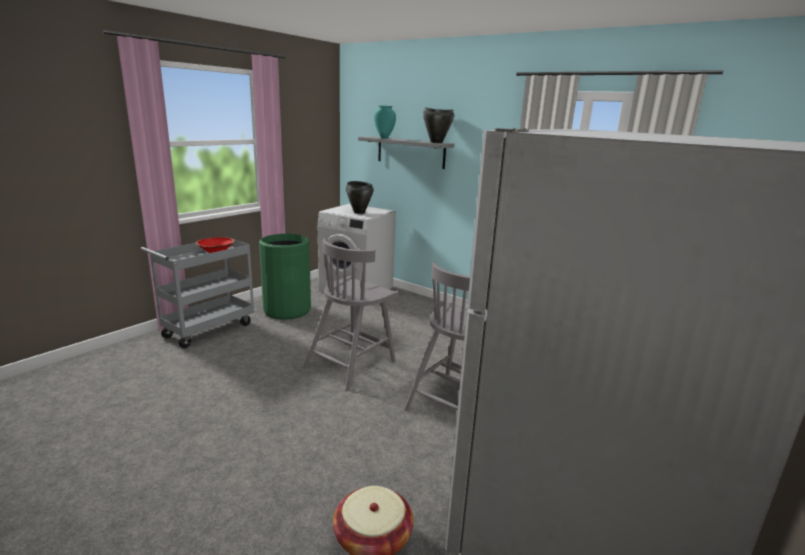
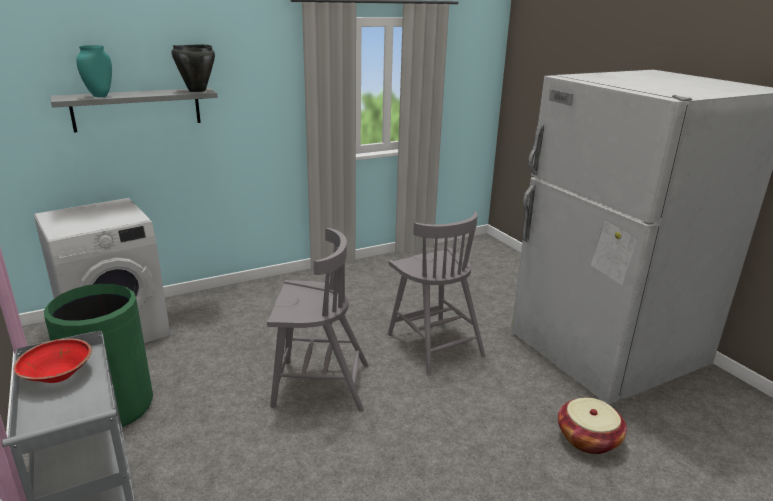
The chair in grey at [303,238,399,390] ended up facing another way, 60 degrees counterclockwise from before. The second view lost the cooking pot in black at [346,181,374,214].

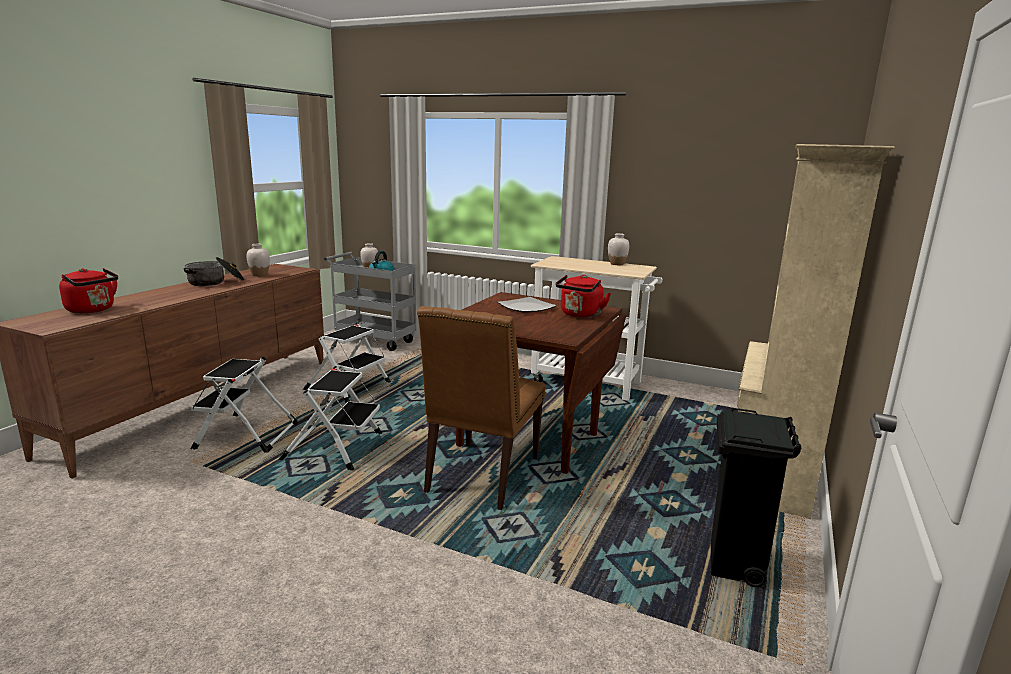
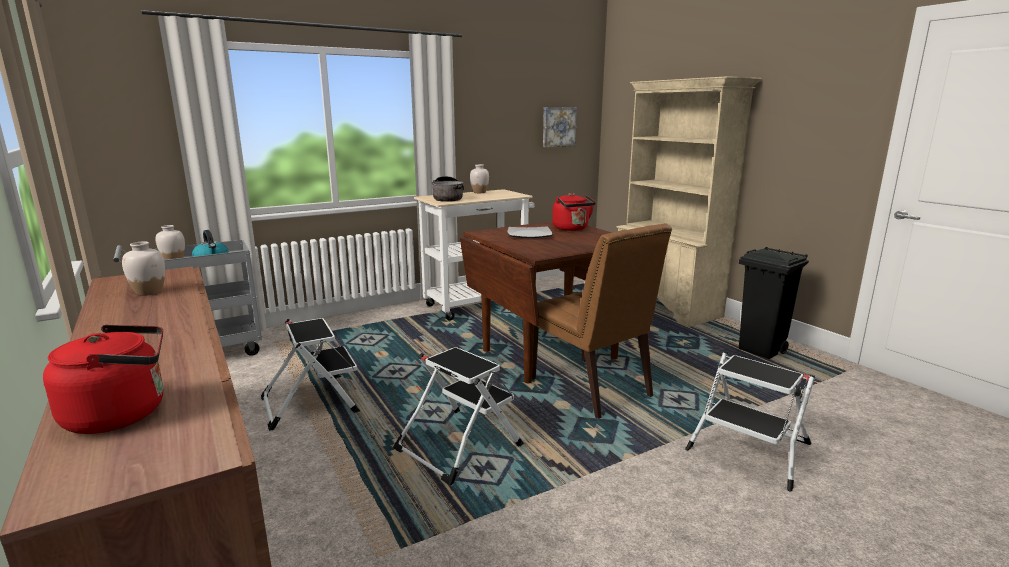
The cooking pot ended up elsewhere, having gone from [184,257,244,286] to [432,176,464,202]. The step ladder ended up elsewhere, having gone from [190,357,299,453] to [685,351,815,492]. The second view gained the picture at [543,107,577,147].

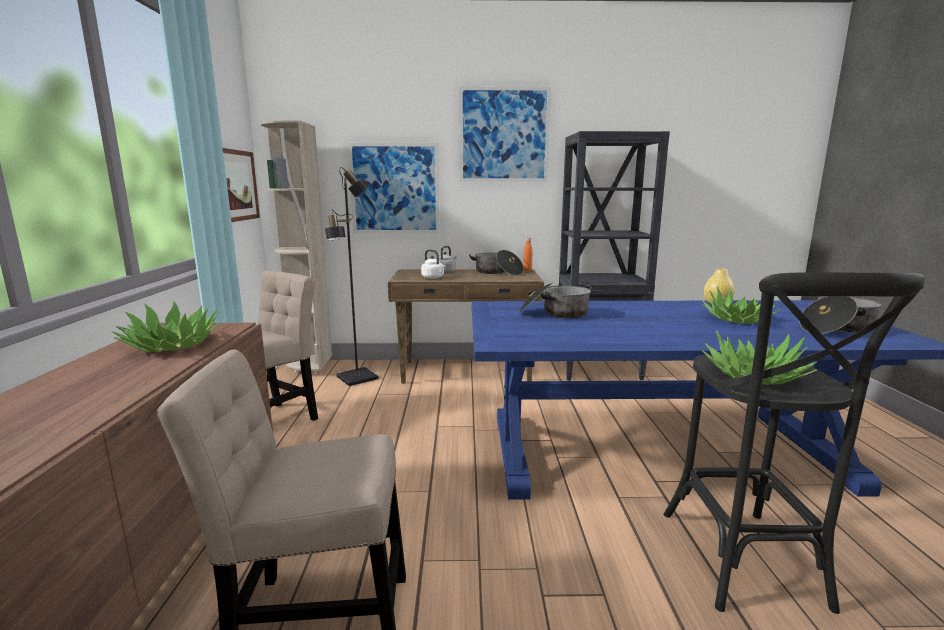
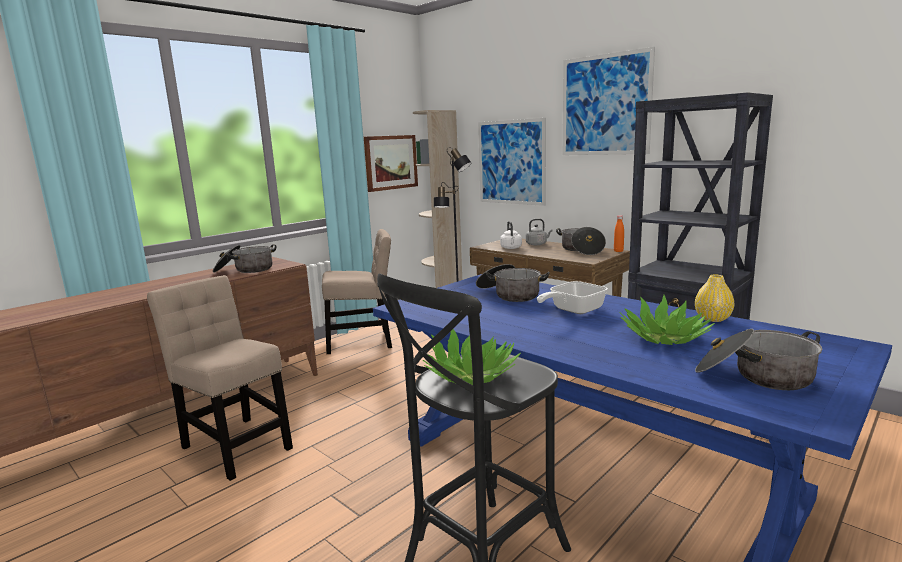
Where the potted plant stood at [112,302,222,352], the cooking pot came to stand at [213,244,276,273]. The second view gained the frying pan at [537,281,608,314].

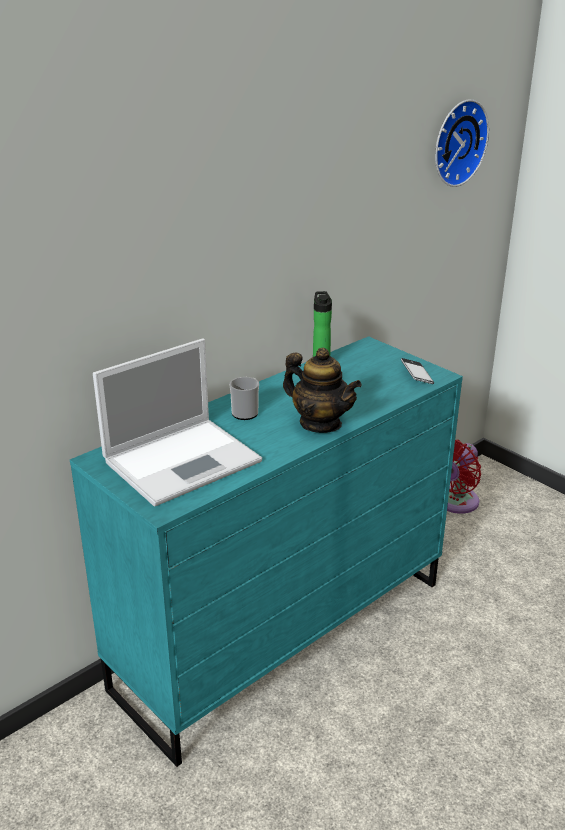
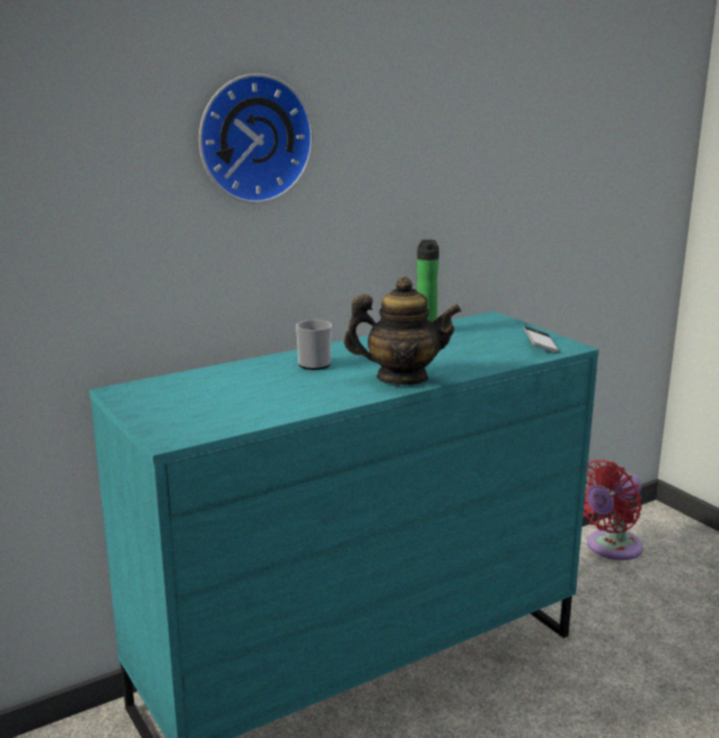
The second view lost the laptop at [93,338,262,507]. The teapot at [283,348,362,433] ended up facing another way, 45 degrees counterclockwise from before. The wall clock ended up elsewhere, having gone from [435,99,489,187] to [199,73,313,204].

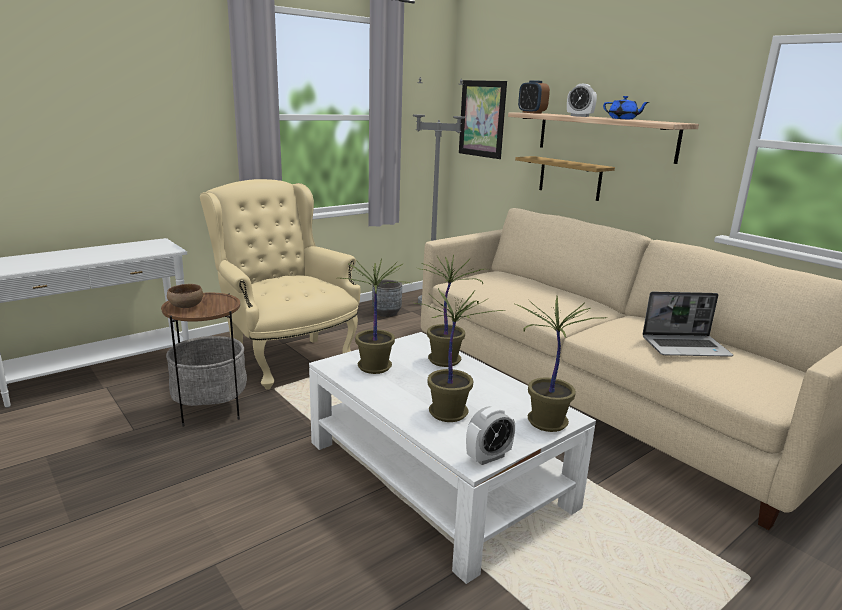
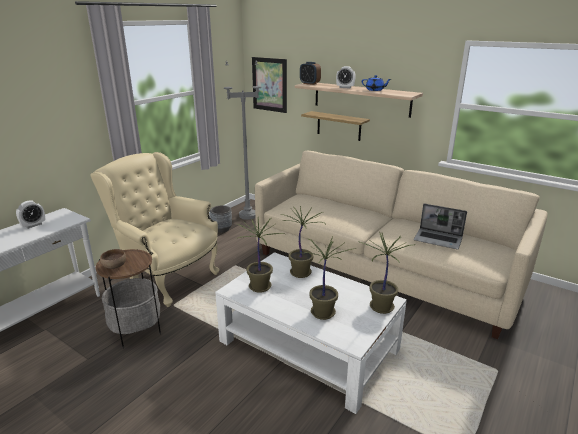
The alarm clock ended up elsewhere, having gone from [466,406,515,465] to [16,200,45,229]. The laptop at [642,292,733,356] ended up facing another way, 45 degrees clockwise from before.

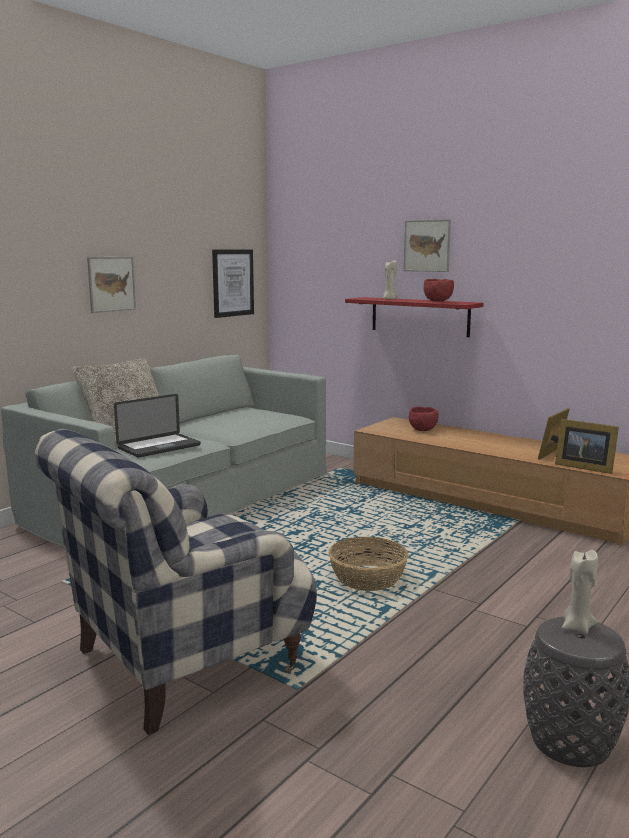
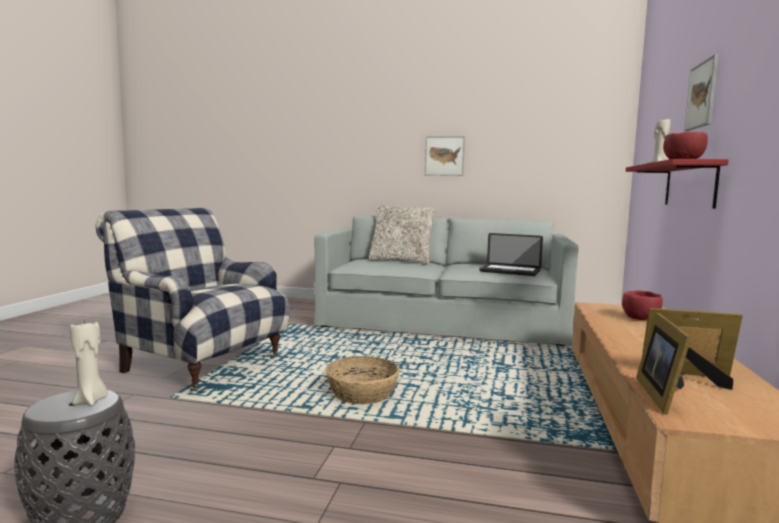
The laptop ended up elsewhere, having gone from [114,394,201,458] to [480,233,543,276]. The second view lost the picture at [212,250,254,318].

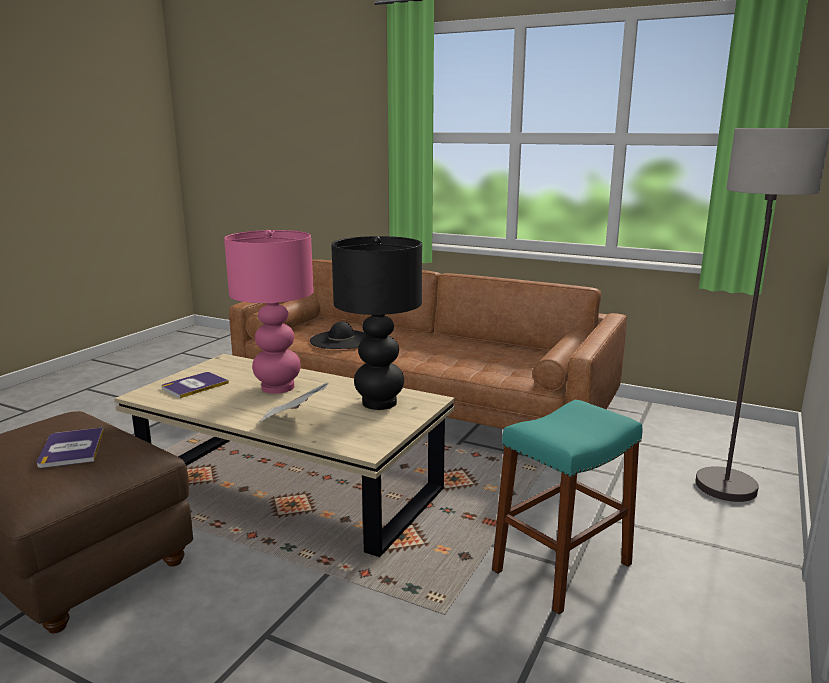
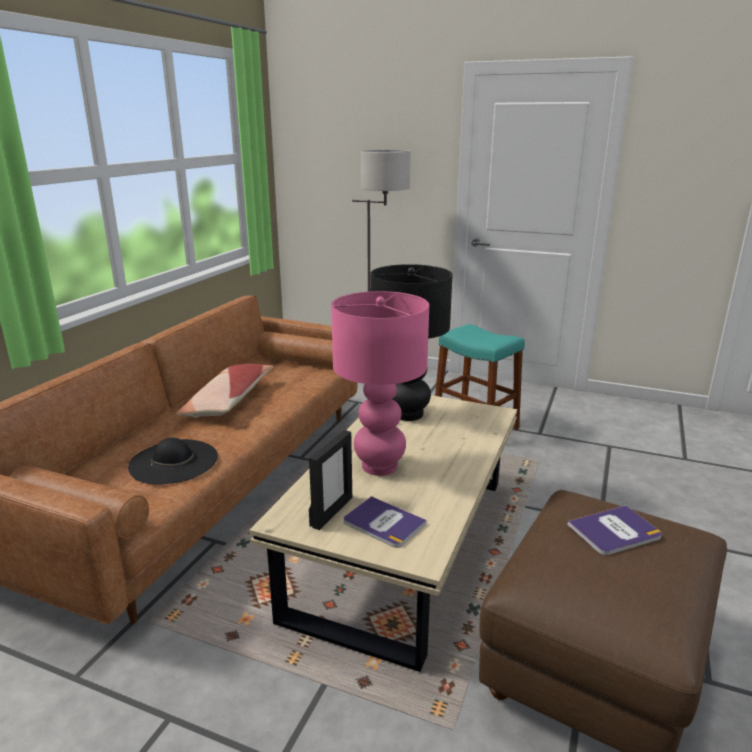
The second view lost the newspaper at [257,383,328,423]. The second view gained the pillow at [175,364,273,417]. The second view gained the picture frame at [309,430,352,530].

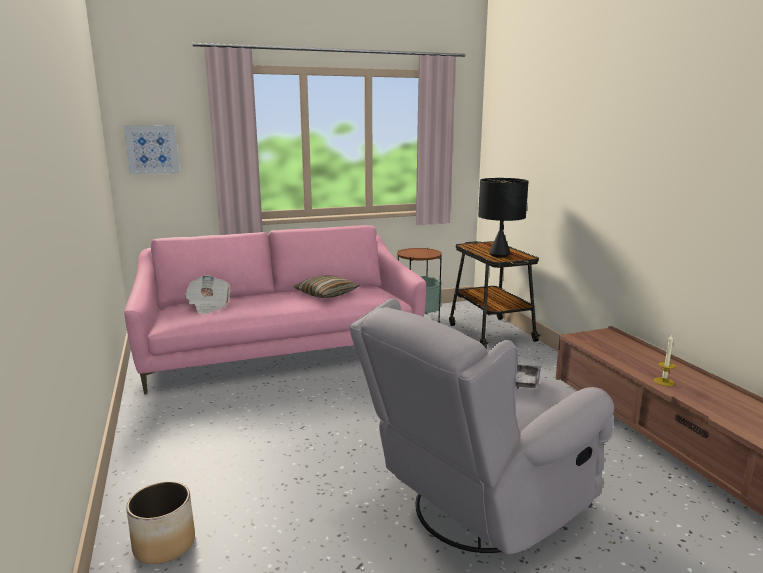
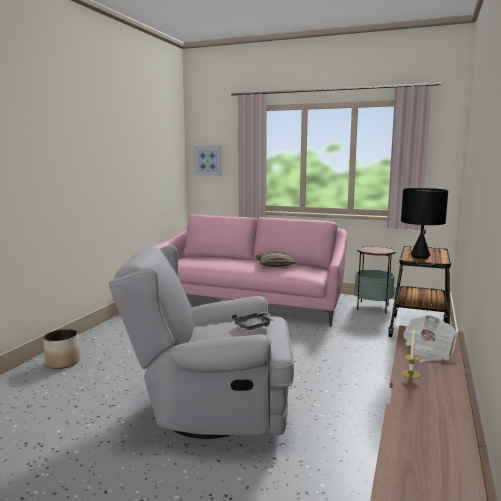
The newspaper ended up elsewhere, having gone from [185,275,231,314] to [403,315,458,362].

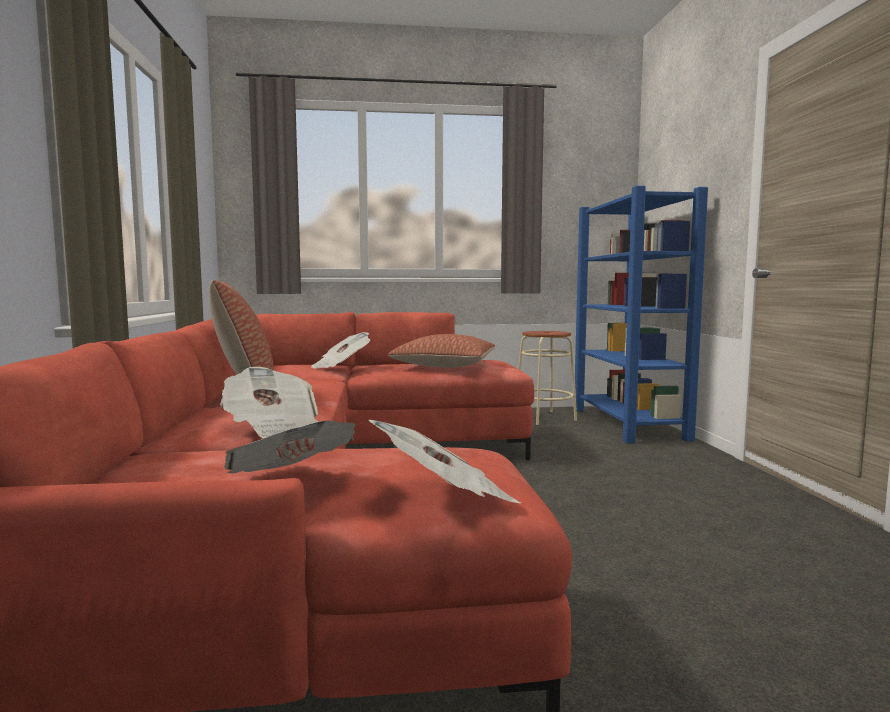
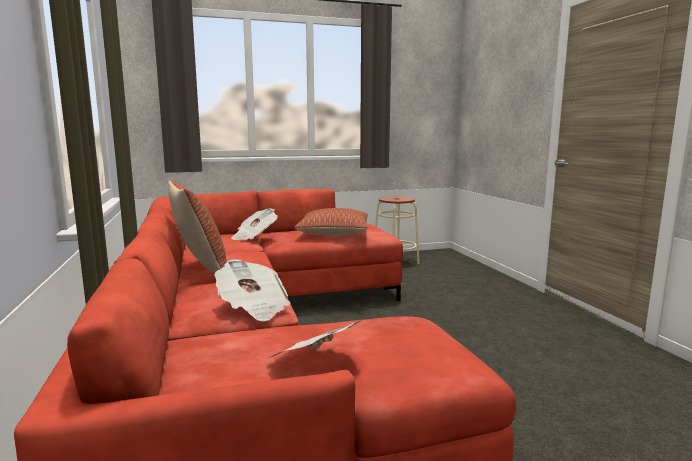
The second view lost the newspaper at [369,420,522,503]. The second view lost the bookcase in blue at [575,186,708,443].

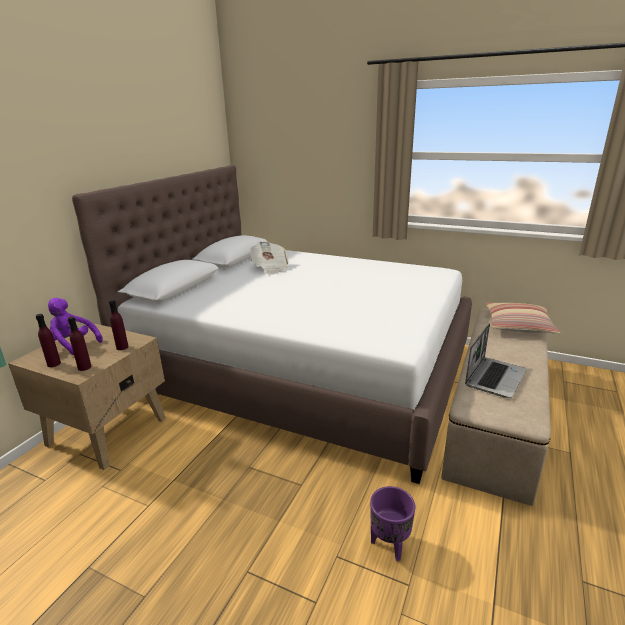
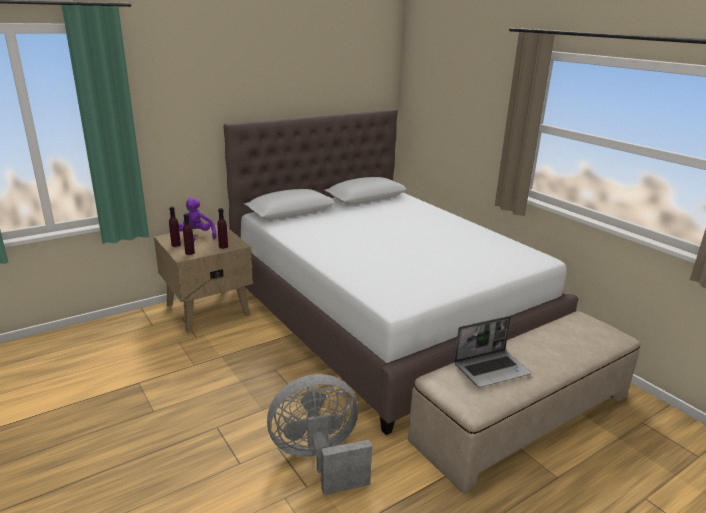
The second view lost the newspaper at [250,241,289,275]. Where the planter in purple stood at [370,486,415,561], the fan in grey came to stand at [267,374,372,495]. The second view lost the pillow at [485,302,561,334].

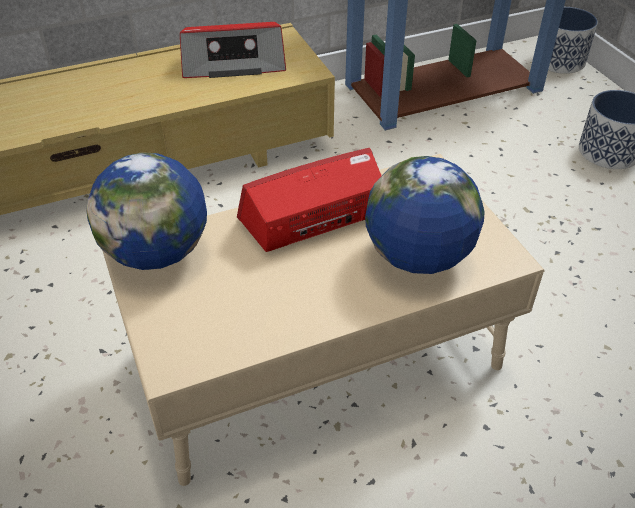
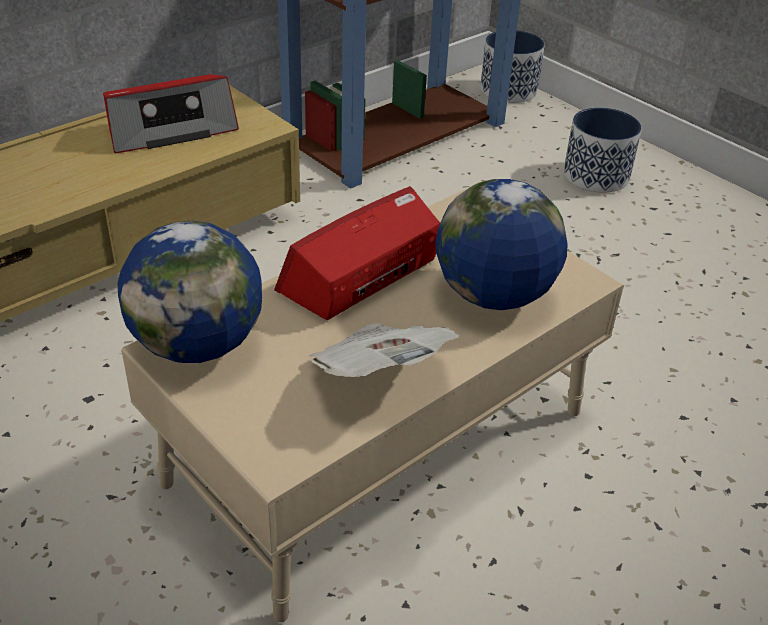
The second view gained the newspaper at [309,323,460,377].

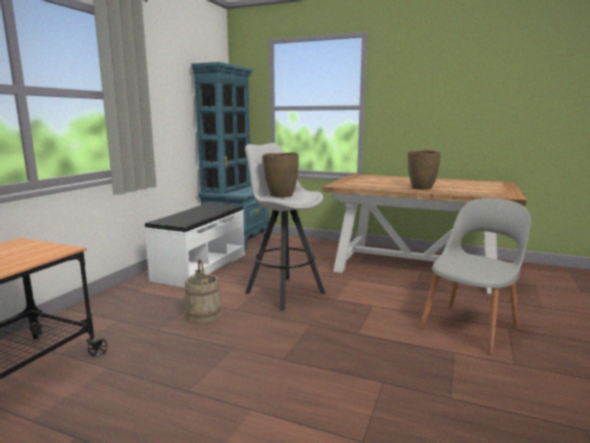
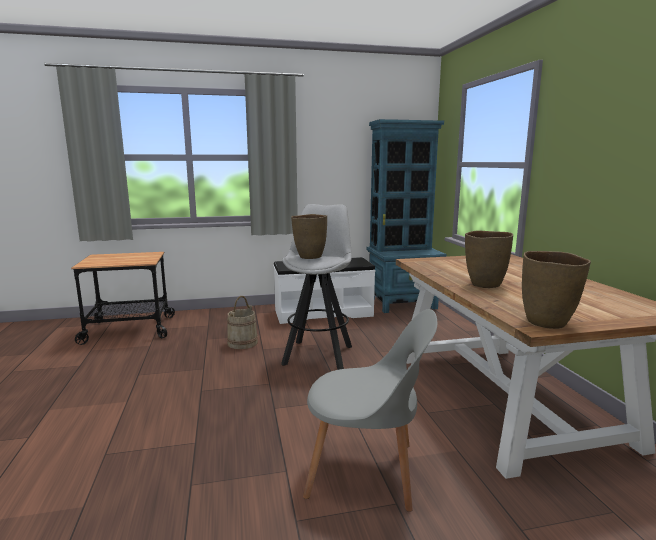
The second view gained the vase in brown at [522,251,591,329].

